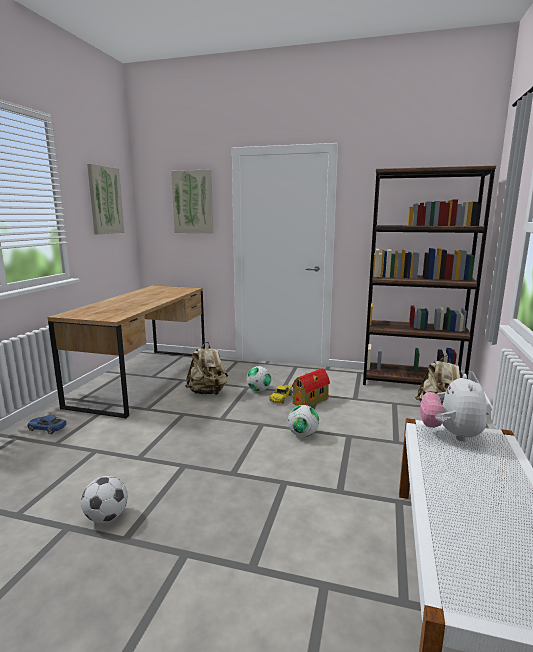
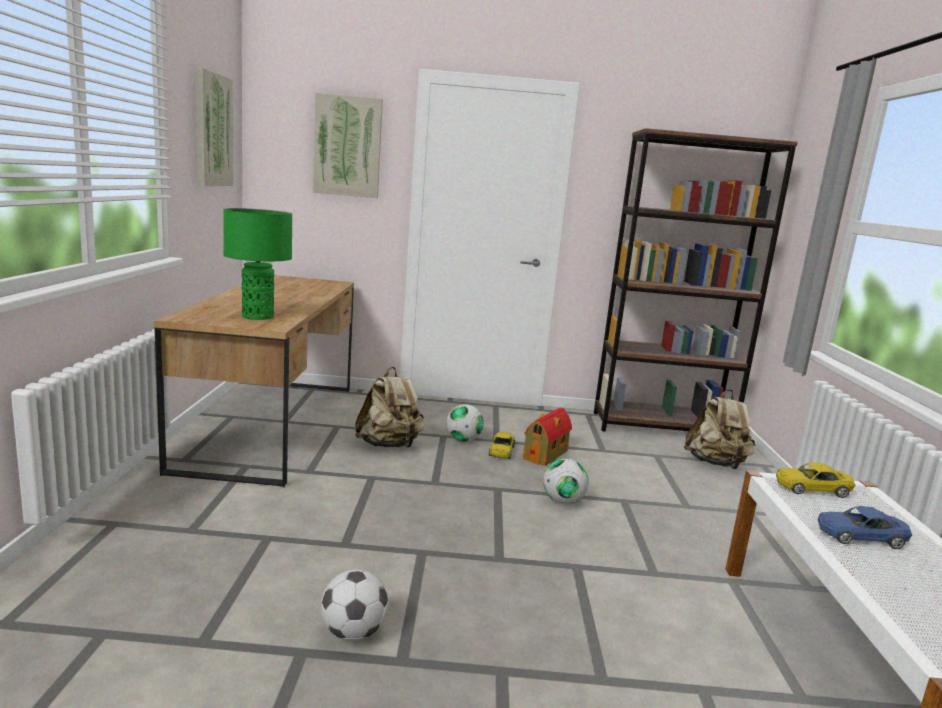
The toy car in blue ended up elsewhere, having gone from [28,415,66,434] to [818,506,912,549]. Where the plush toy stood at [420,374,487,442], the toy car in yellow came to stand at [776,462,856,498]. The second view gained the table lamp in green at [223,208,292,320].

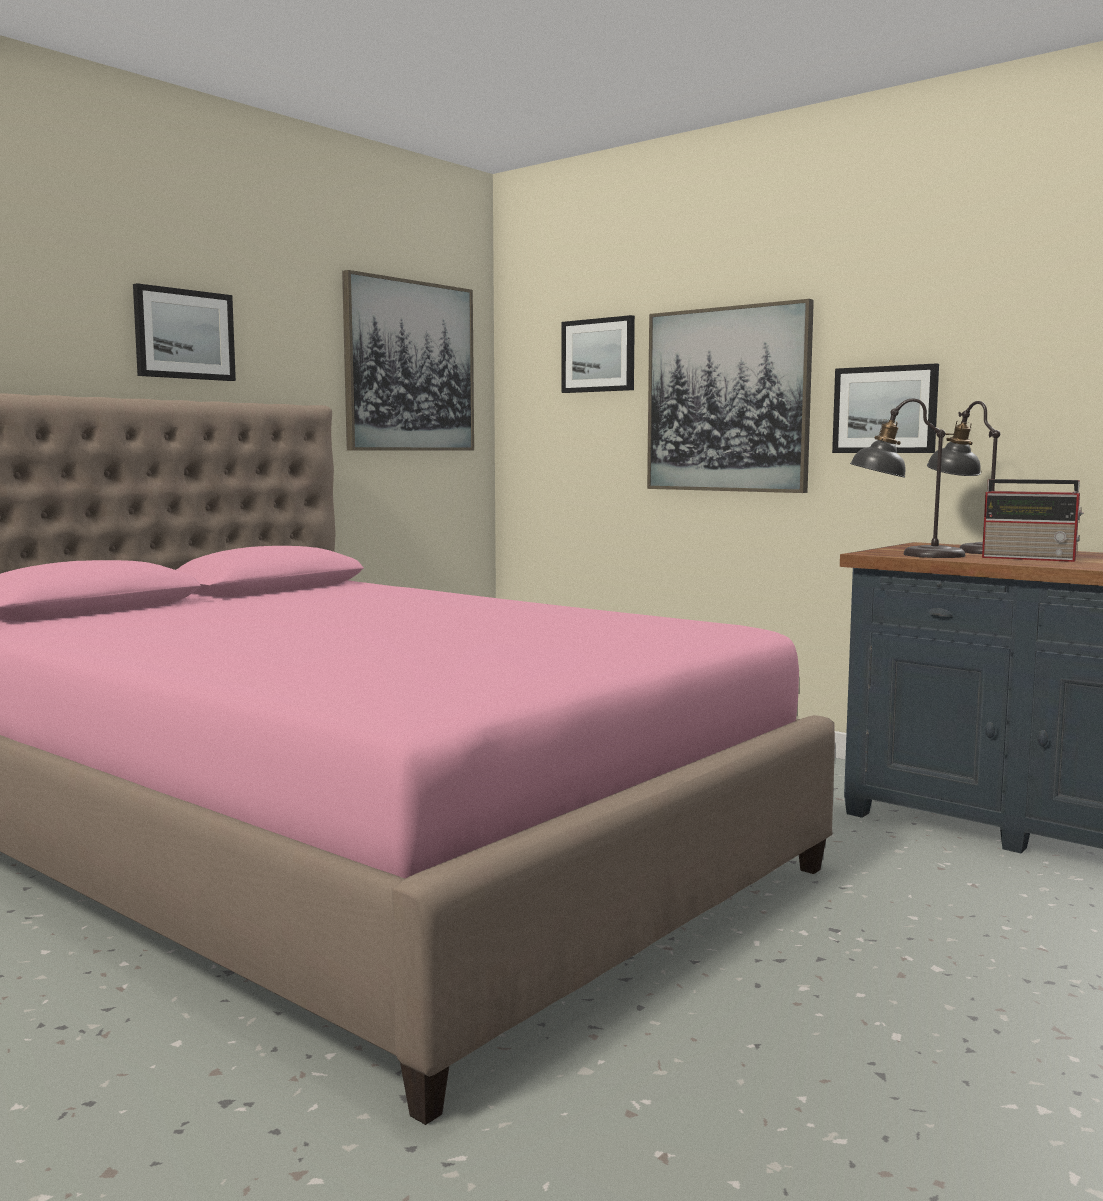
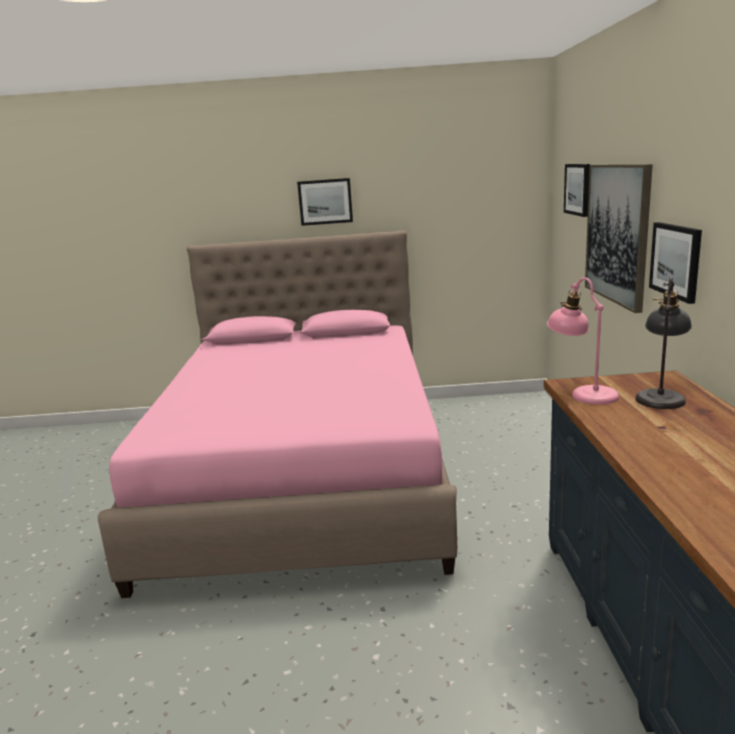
The second view lost the picture at [342,270,474,451]. What was the table lamp in grey at [850,399,965,558] turned into the table lamp in pink at [547,278,619,405]. The second view lost the radio at [982,479,1084,562].

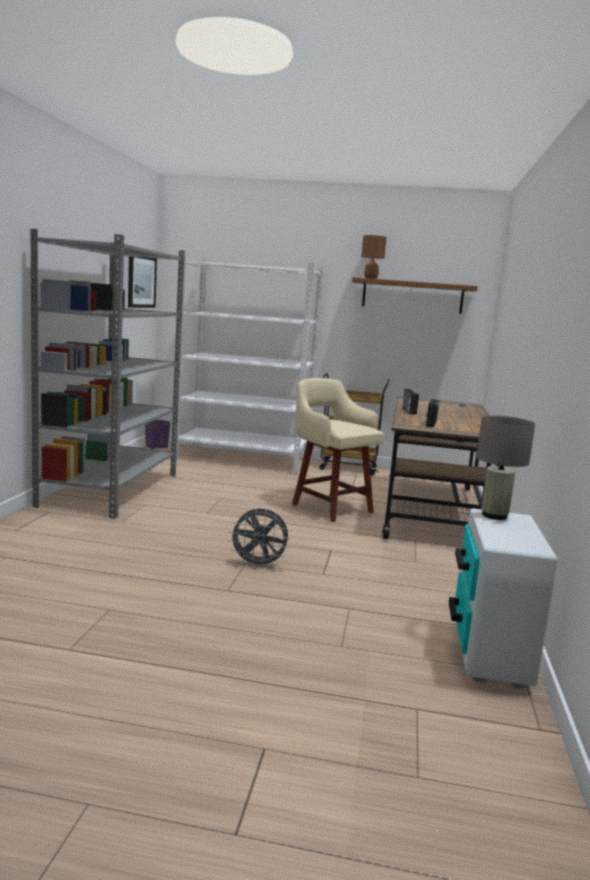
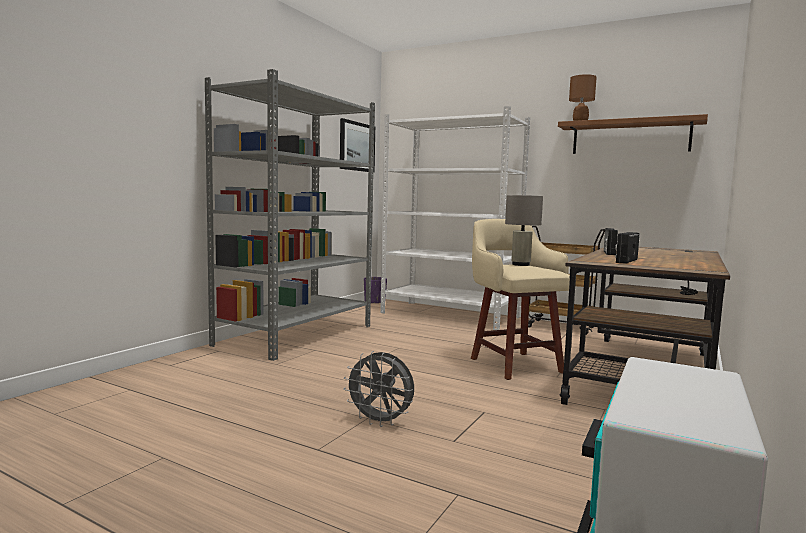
The table lamp in grey ended up elsewhere, having gone from [477,415,535,520] to [505,195,543,266].

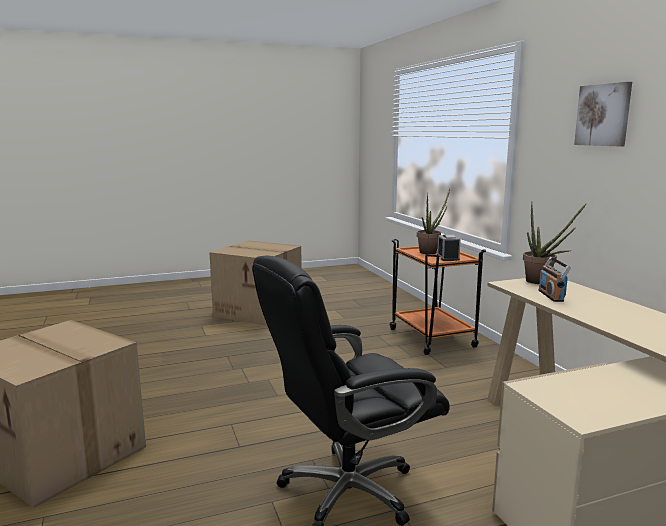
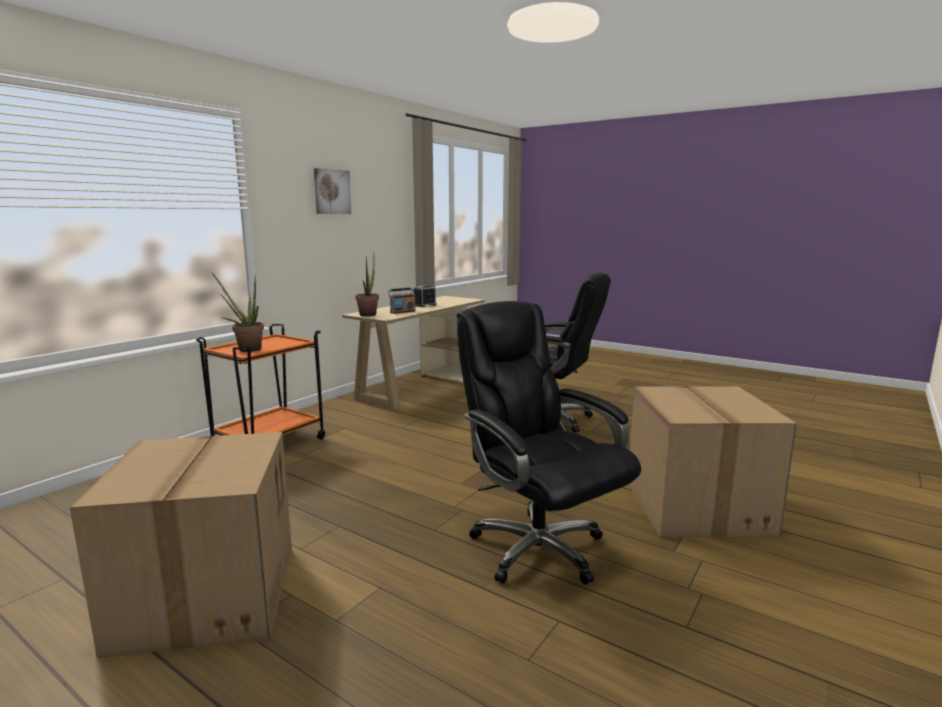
The alarm clock ended up elsewhere, having gone from [437,234,461,261] to [414,285,437,307]. The second view gained the office chair in black at [457,301,641,584].

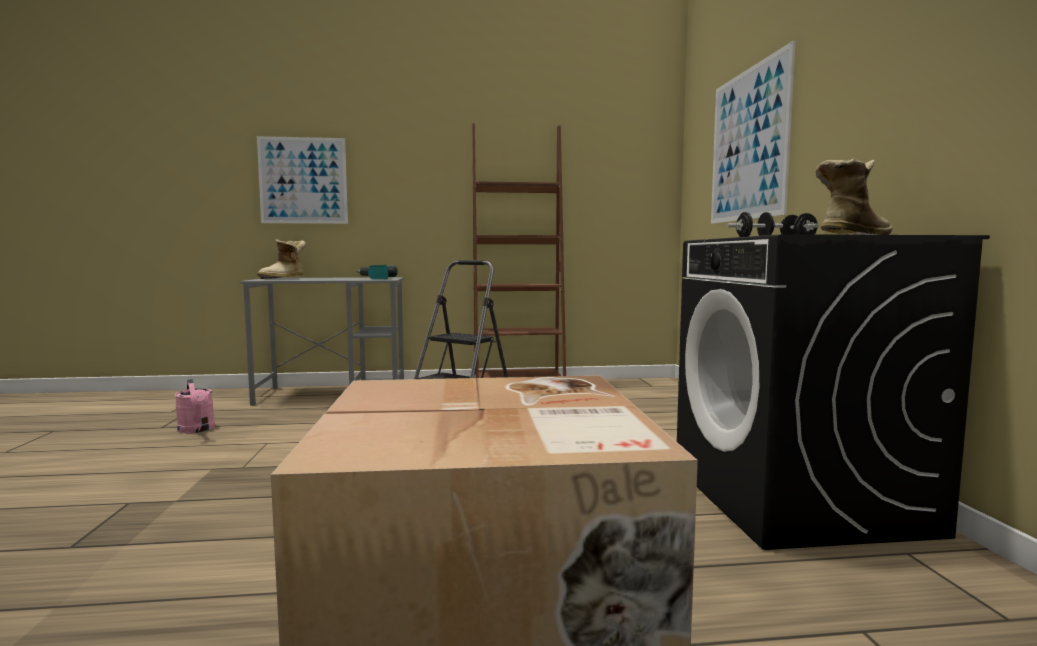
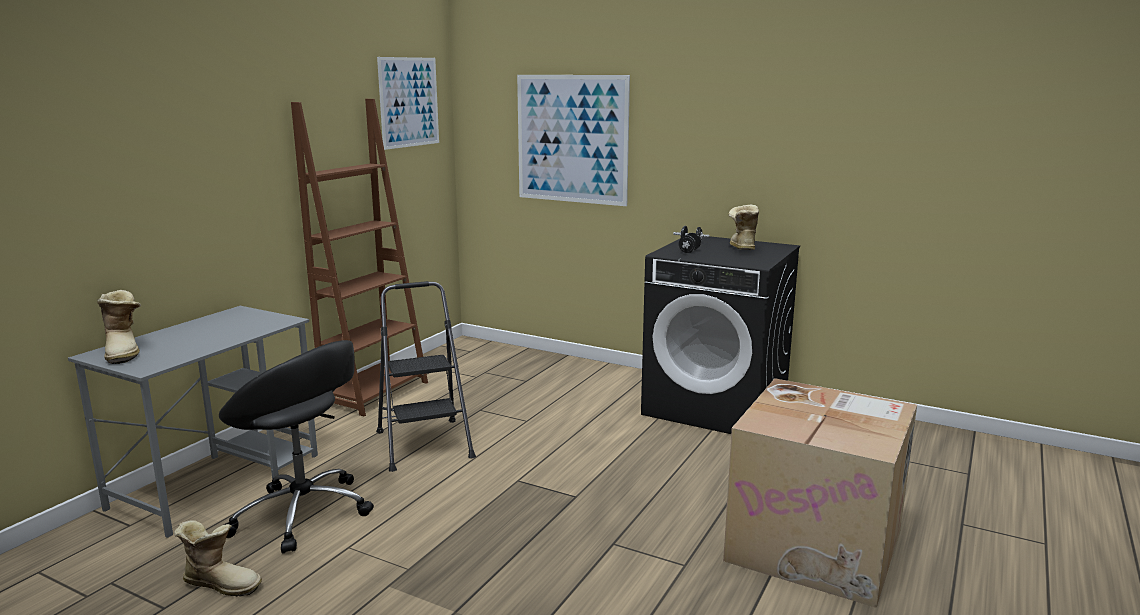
Where the watering can in pink stood at [174,379,215,433], the boot came to stand at [174,521,262,596]. The picture ended up elsewhere, having gone from [257,136,348,224] to [377,57,439,150]. The second view lost the power drill at [356,265,398,280]. The second view gained the office chair in black at [219,340,374,553].

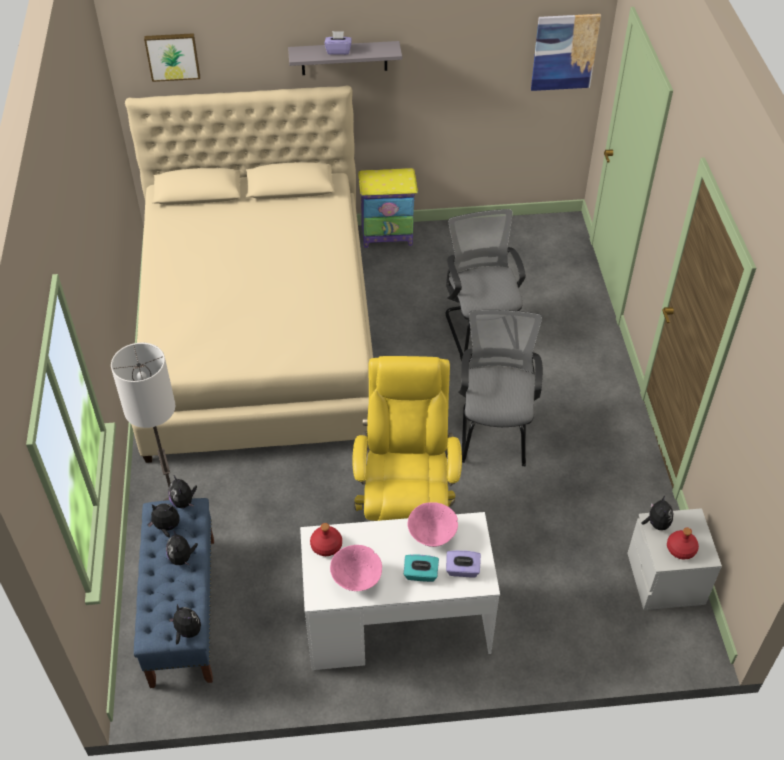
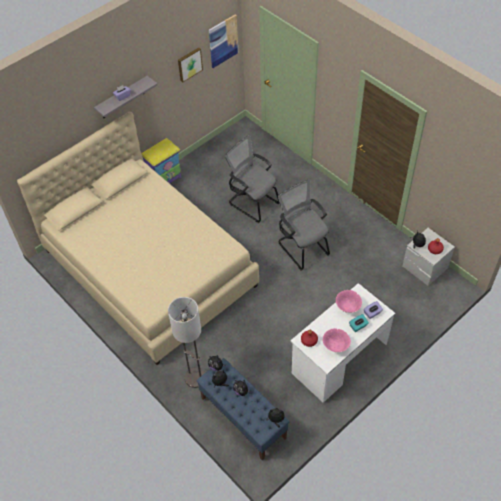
The picture ended up elsewhere, having gone from [144,33,200,82] to [178,47,203,83]. The second view lost the office chair in yellow at [352,356,462,521].

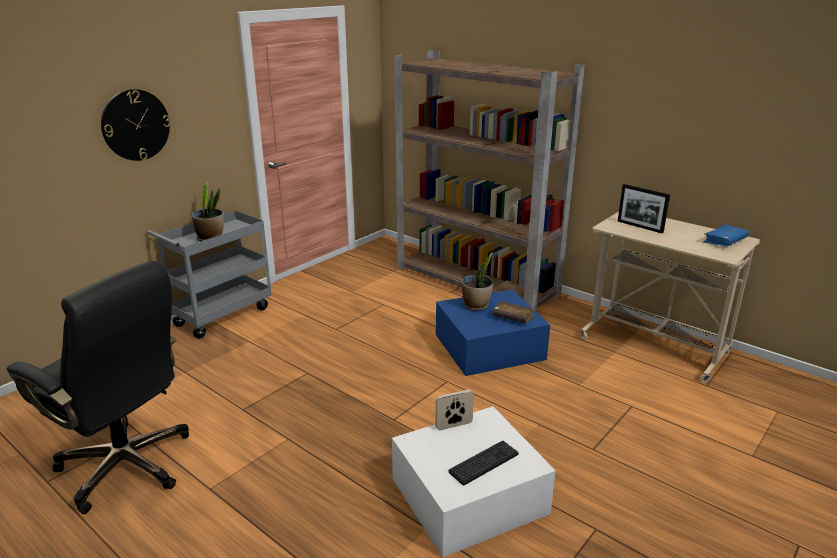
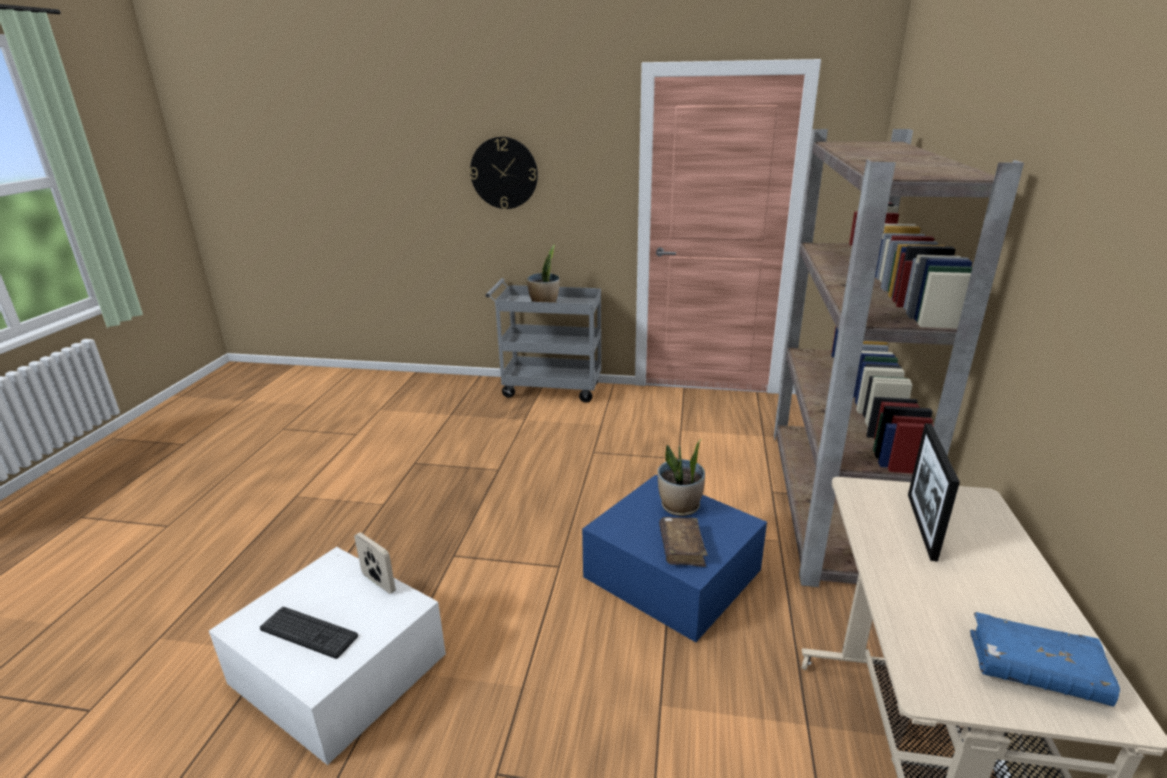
The second view lost the office chair in black at [6,261,189,514].

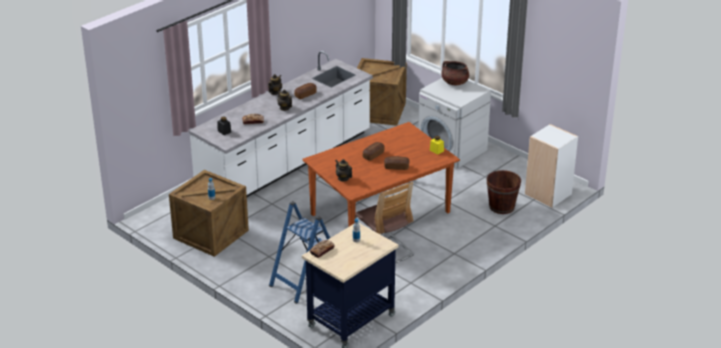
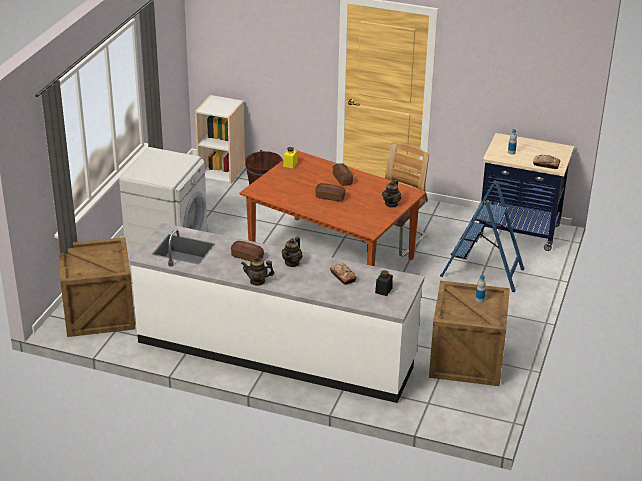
The second view lost the cooking pot in brown at [441,61,469,85].

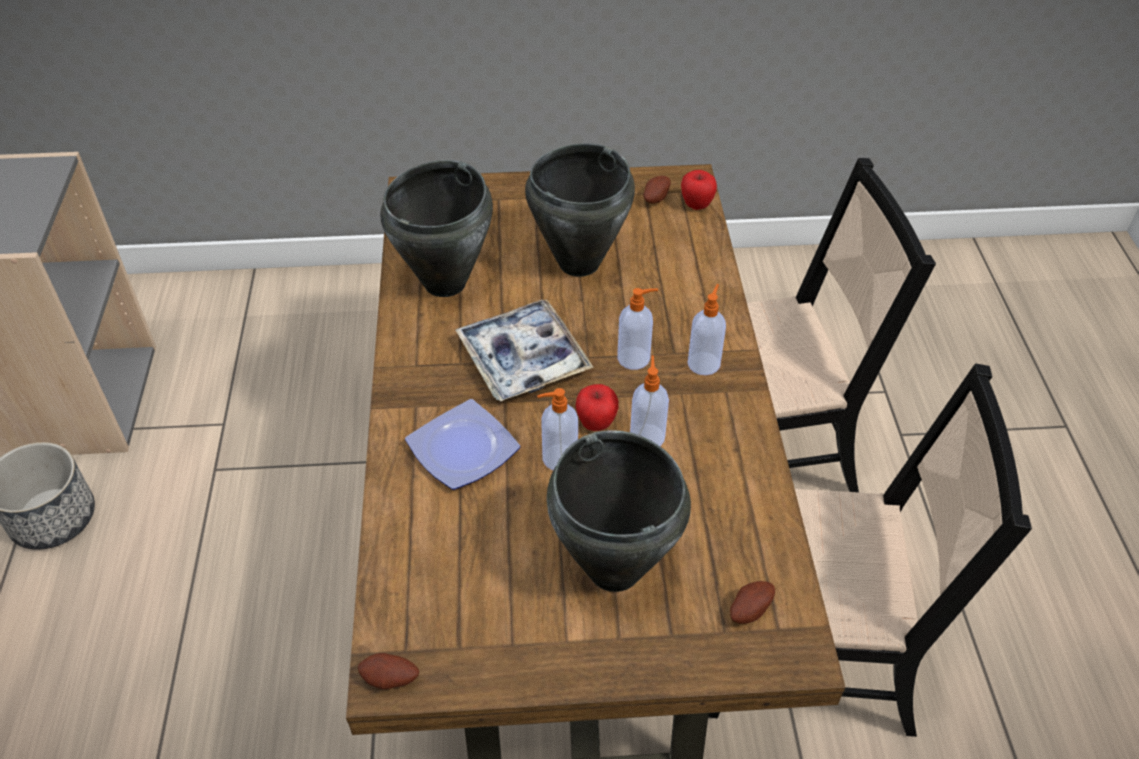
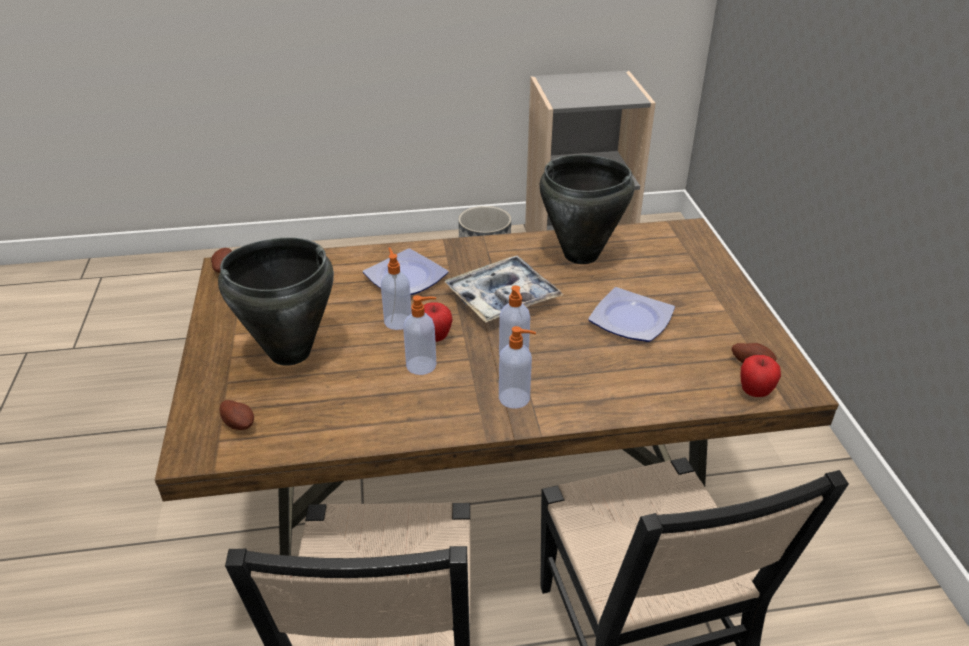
Where the cooking pot in black stood at [525,143,635,277], the plate came to stand at [588,287,675,342].

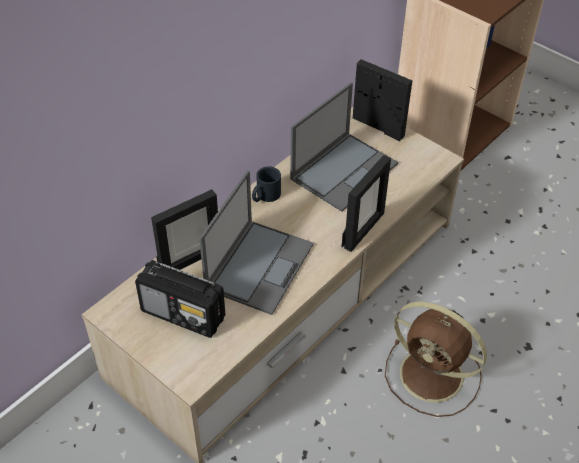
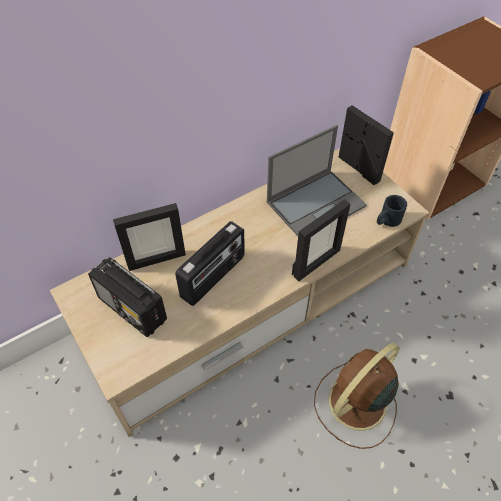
Where the laptop stood at [199,170,314,315], the radio came to stand at [175,221,245,306]. The mug in black ended up elsewhere, having gone from [252,166,281,202] to [377,195,407,227]. The fan in brown at [385,302,487,417] ended up facing another way, 90 degrees clockwise from before.

